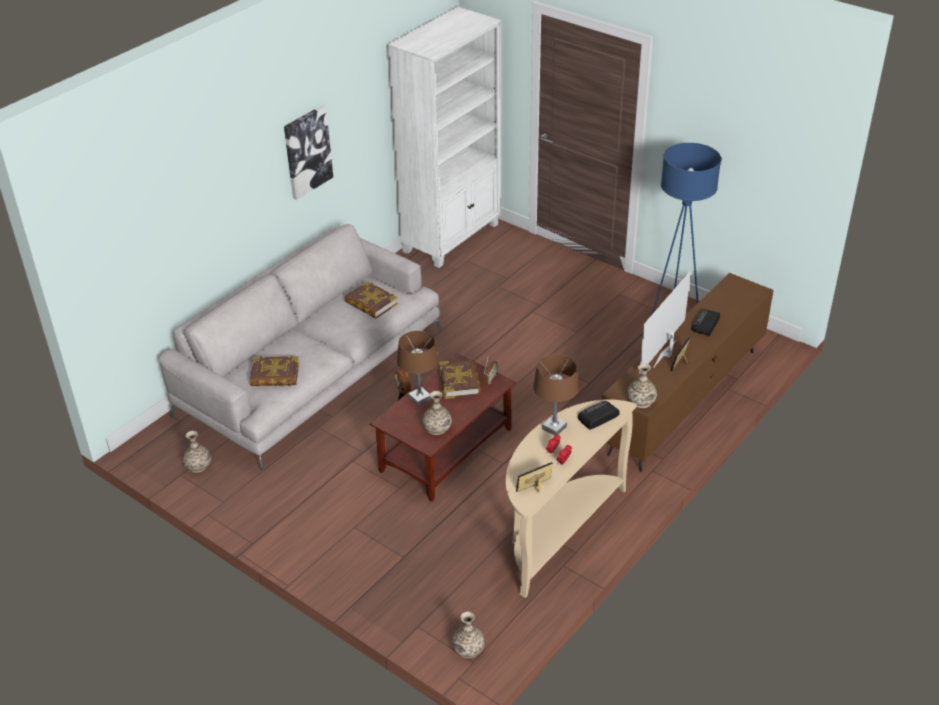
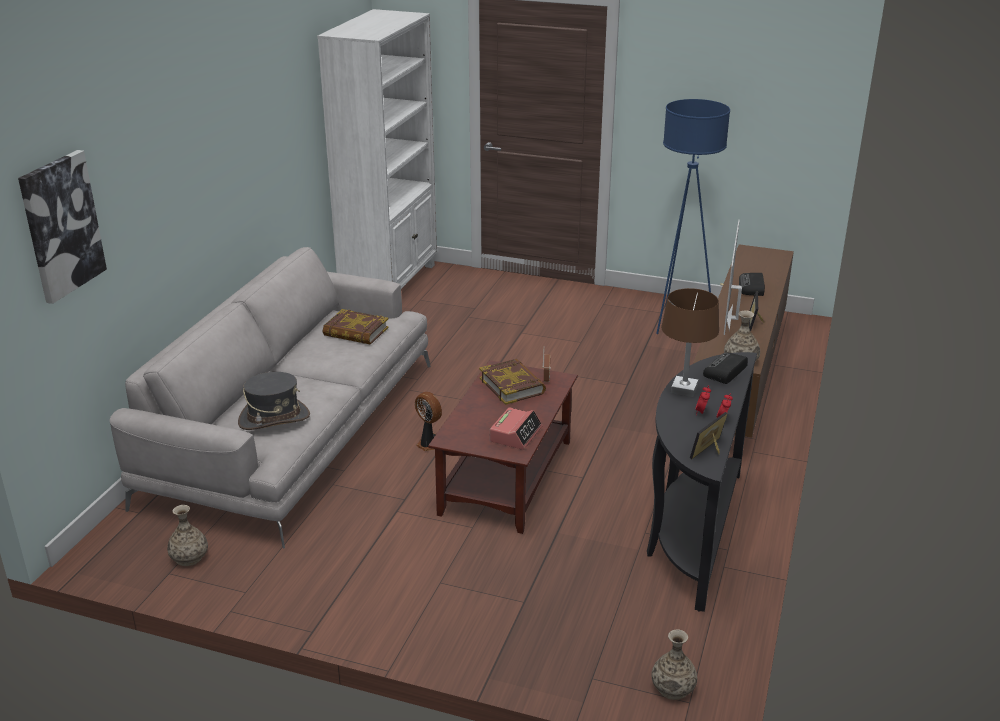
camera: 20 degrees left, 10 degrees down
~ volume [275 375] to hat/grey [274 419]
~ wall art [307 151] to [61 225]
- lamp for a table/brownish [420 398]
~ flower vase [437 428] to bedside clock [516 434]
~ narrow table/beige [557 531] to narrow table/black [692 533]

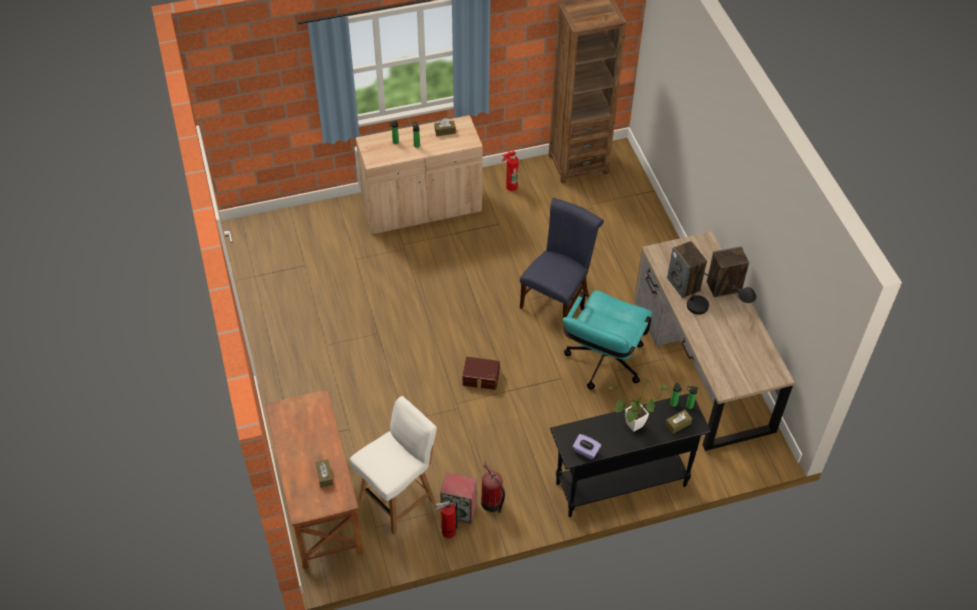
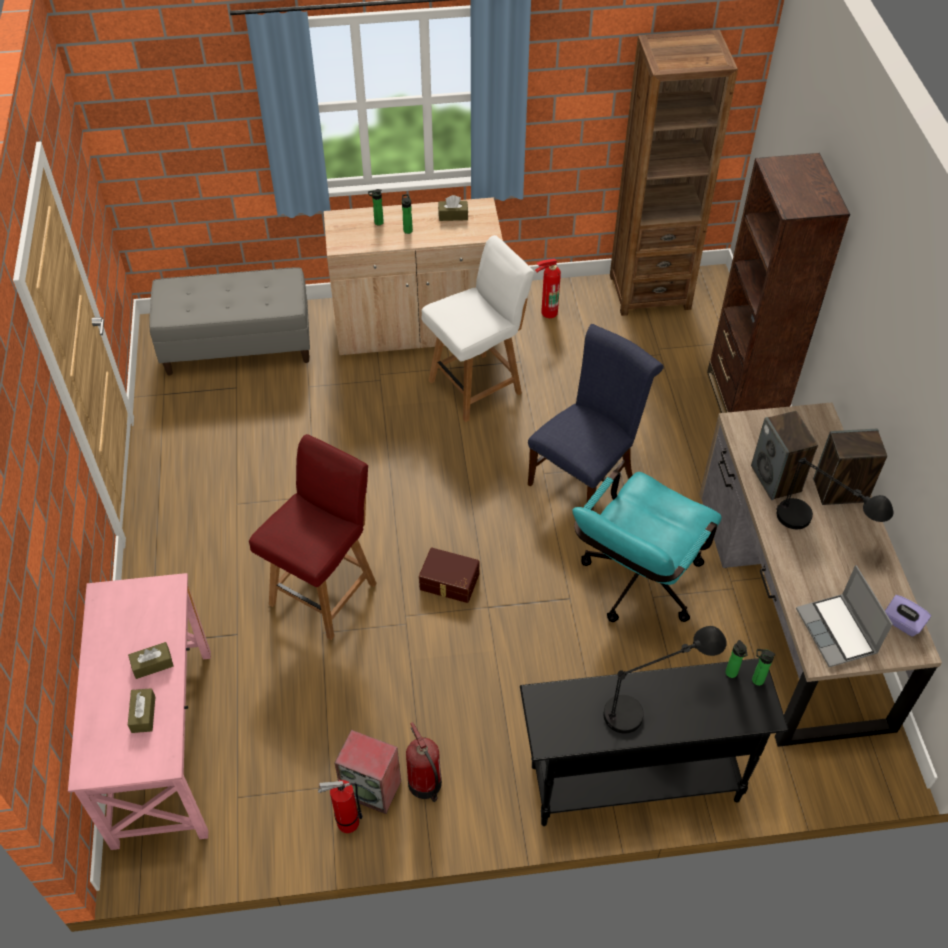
camera: 10 degrees right, 0 degrees up
~ desk unit/brownish [319 503] to desk unit/pink [162 745]
~ upright chair/whitish [398 499] to [477 386]
~ tissue holder/purple [586 451] to [902 623]
~ houseplant [631 426] to lamp for a table/black [654 702]
~ tissue holder/brownish [678 424] to [152 664]
+ bench/grey [238 346]
+ upright chair/red [325 592]
+ bookshelf/brownish [744 399]
+ notebook computer [837 632]

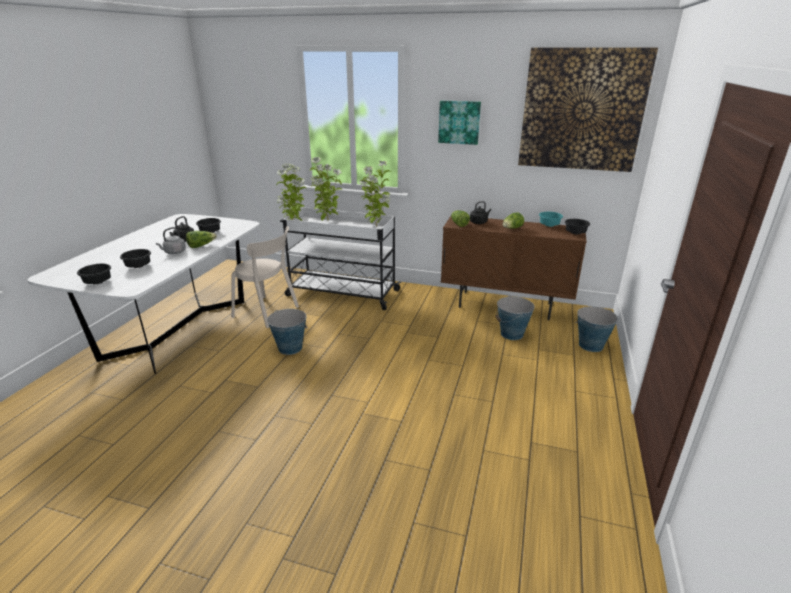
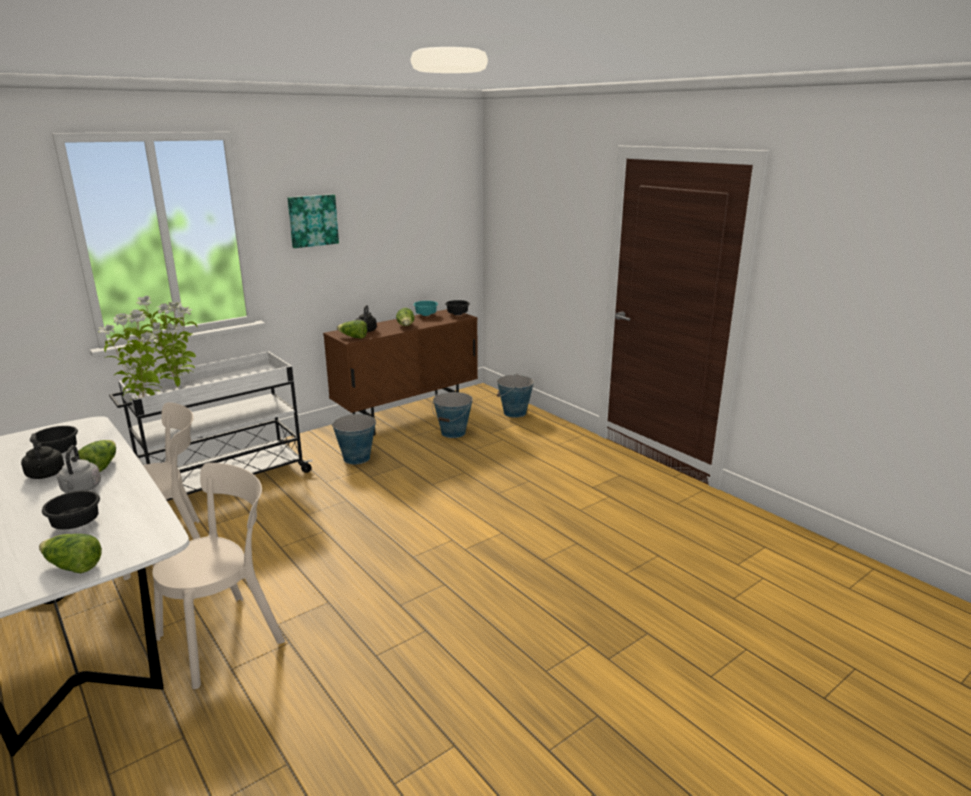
camera: 55 degrees left, 5 degrees down
~ bowl/black [97 283] to lettuce [73 566]
~ water bucket [290 348] to [356 458]
- houseplant [375 226]
- wall art [582 110]
+ upright chair/beige [226 636]

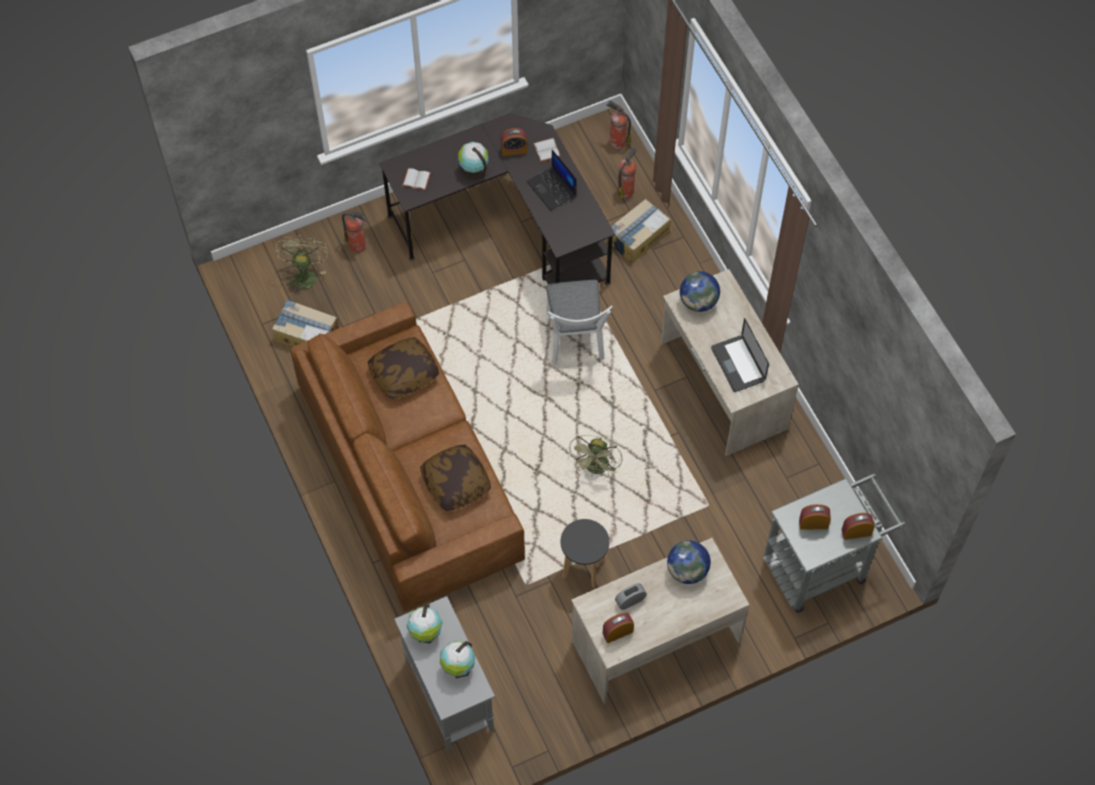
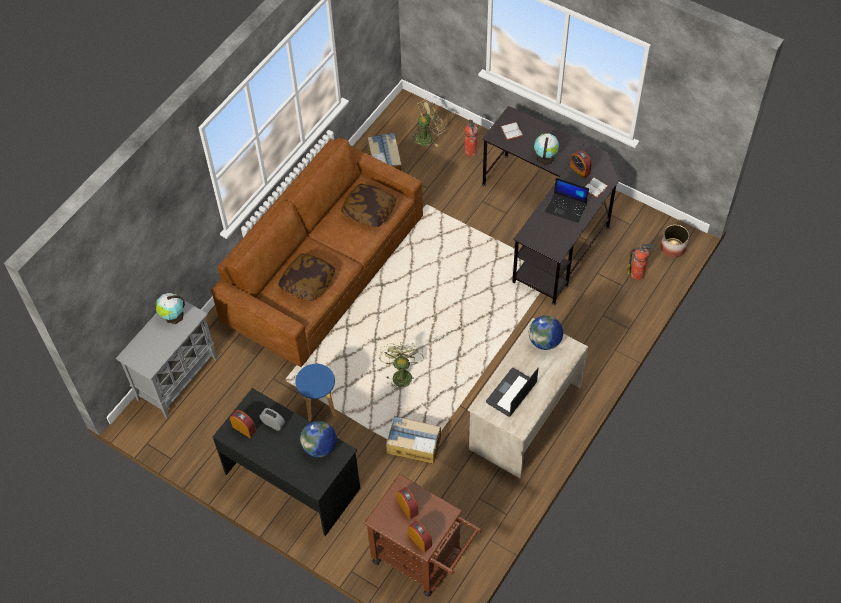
camera: 60 degrees right, 5 degrees down
- desk globe [458 667]
~ notebook computer [552 189] = [566 207] 90 degrees counterclockwise
- upright chair/whitish [575 341]
~ stool seat/black [583 568] to stool seat/blue-coloured [320 407]
~ fan/green-coloured [596 469] = [401 374] 105 degrees clockwise
~ desk unit/beige [655 639] to desk unit/black [293 480]
~ fire extinguisher [617 142] to plant pot [673 247]
~ carton [637 237] to [413 444]
~ cart/grey [822 565] to cart/brownish [423 560]

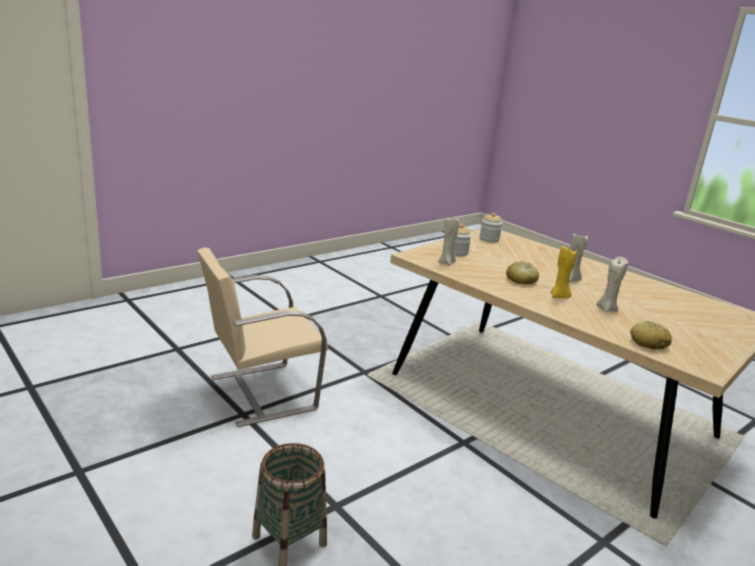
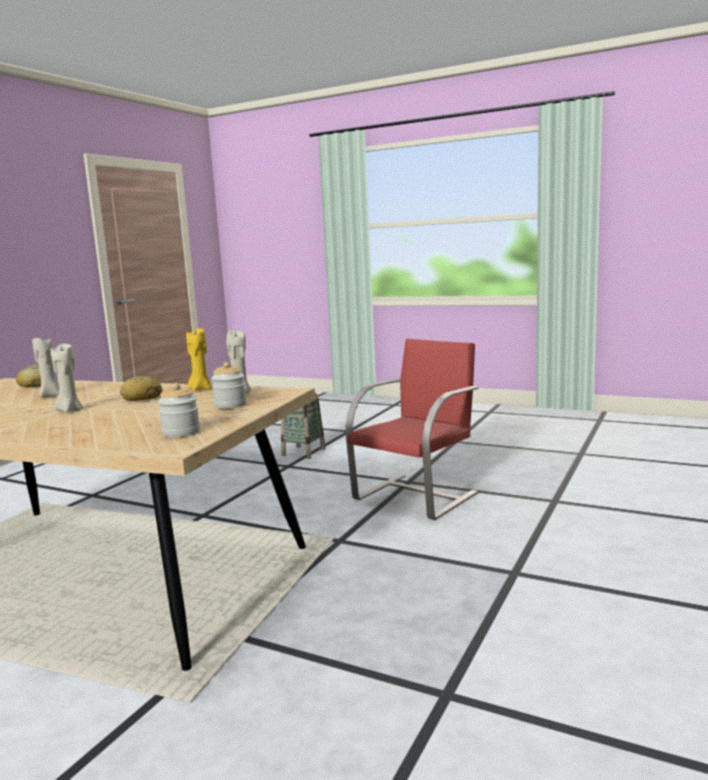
camera: 160 degrees right, 10 degrees down
~ upright chair/beige [260 392] to upright chair/red [417 495]
~ wax light/yellowish [559 296] to [200 389]

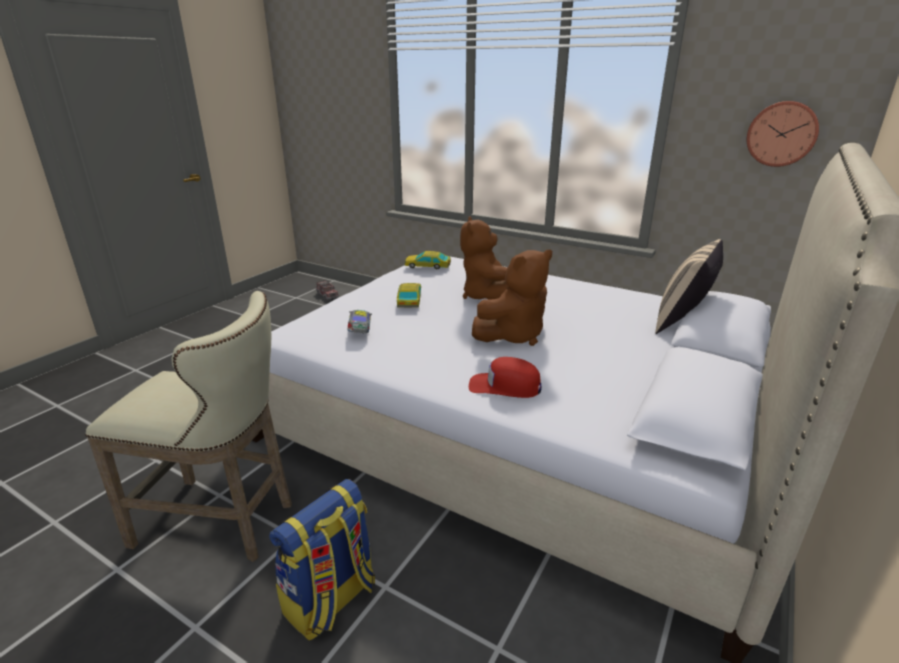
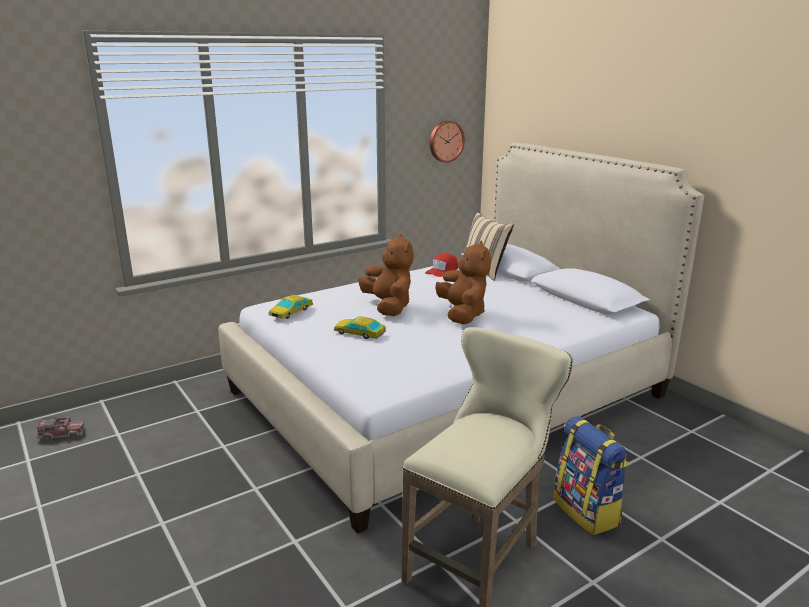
camera: 65 degrees left, 5 degrees down
- miniature car [360 330]
~ cuddly toy/brownish [487 297] = [388 307] 135 degrees counterclockwise
~ cap/red [504 386] to [442 271]

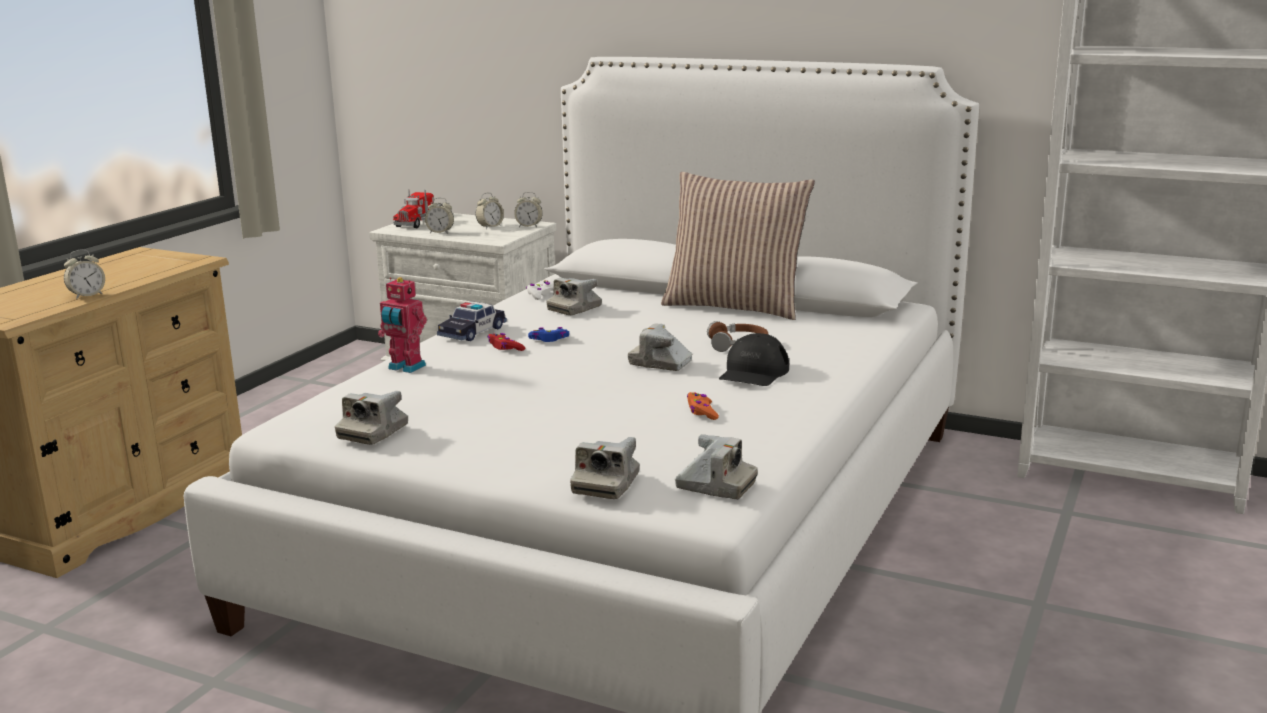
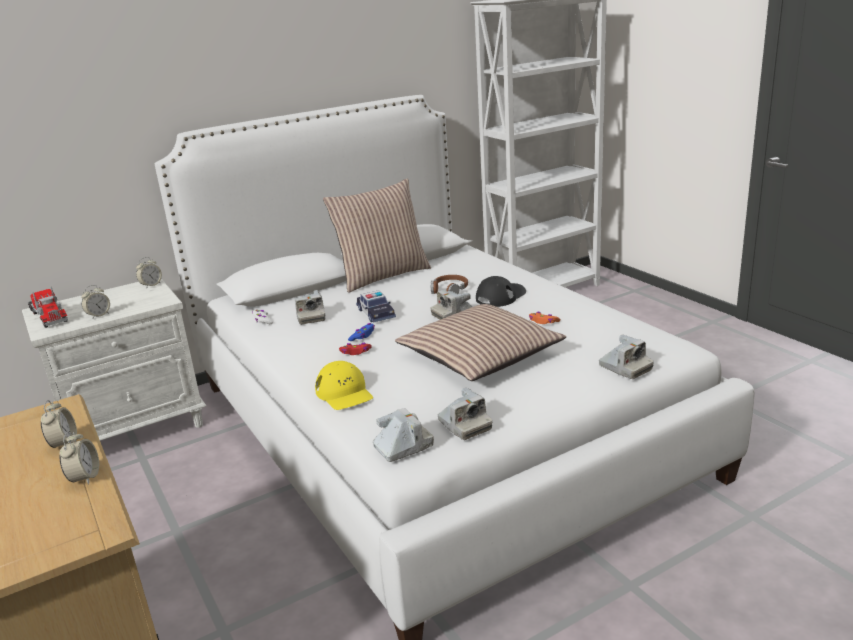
camera: 55 degrees left, 5 degrees up
~ robot figure [405 368] to cap/yellowish [344 393]
~ miniature car [472 332] to [376 313]
~ bedside clock [490 227] to [64 443]
~ still camera [715 485] to [403 447]
~ cap/black [753 373] = [500 296] 105 degrees counterclockwise
+ throw pillow [479 356]

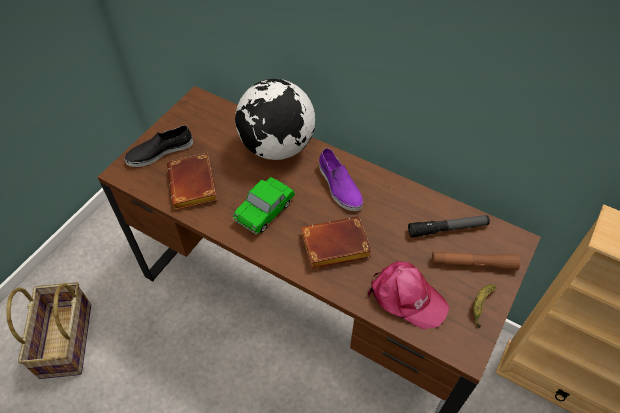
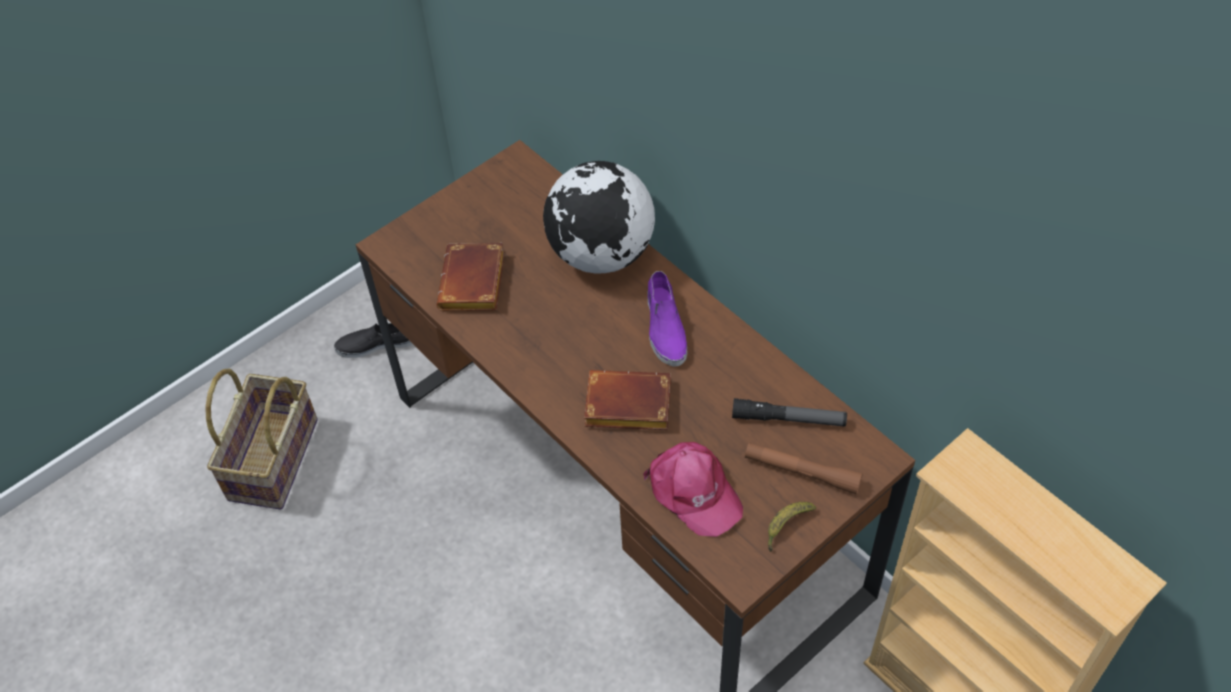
camera: 20 degrees right, 0 degrees up
~ low shoe/black [160 151] to [376 344]
- miniature car [265 211]

